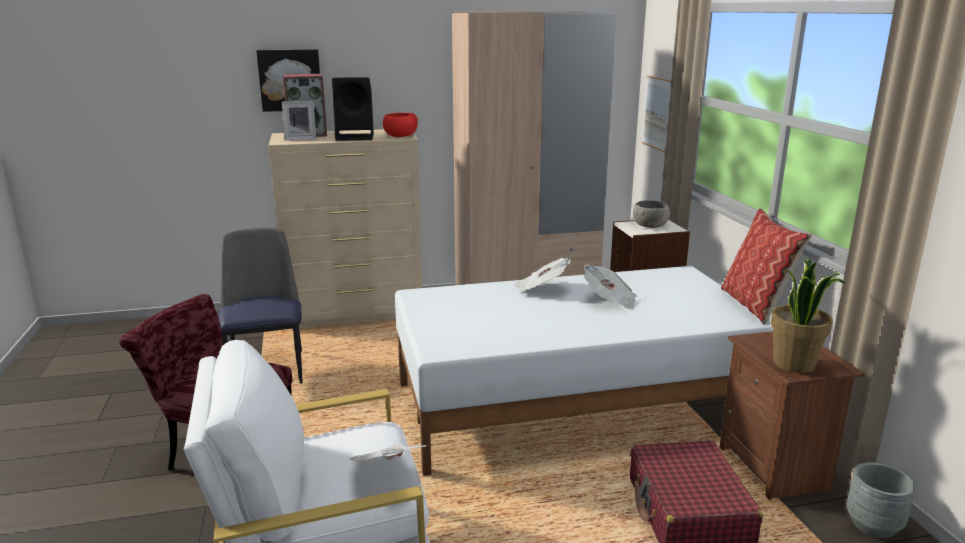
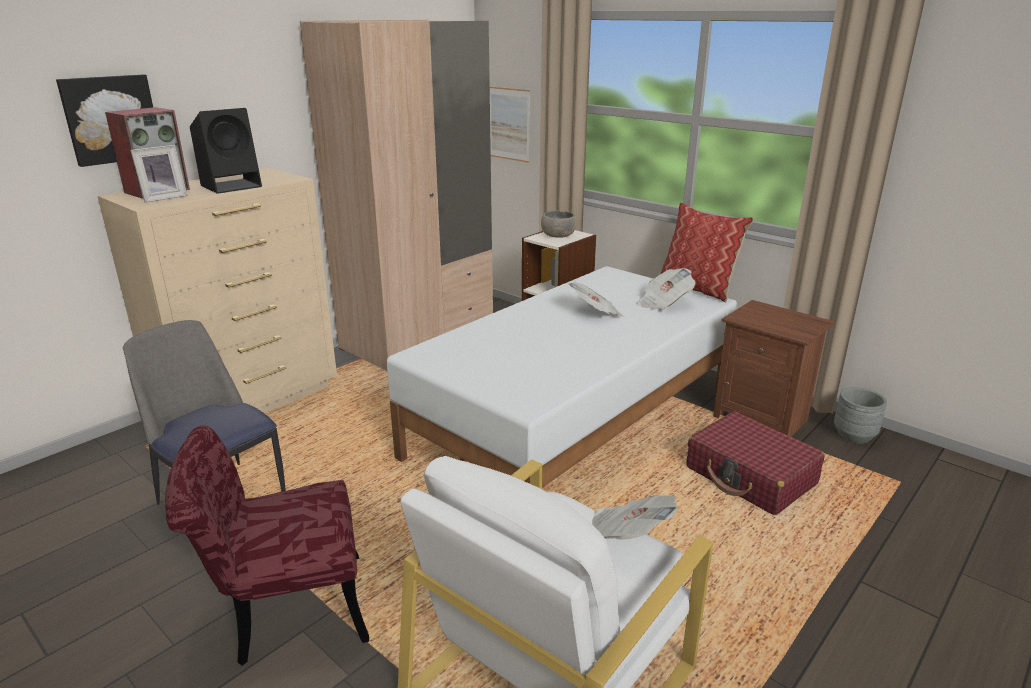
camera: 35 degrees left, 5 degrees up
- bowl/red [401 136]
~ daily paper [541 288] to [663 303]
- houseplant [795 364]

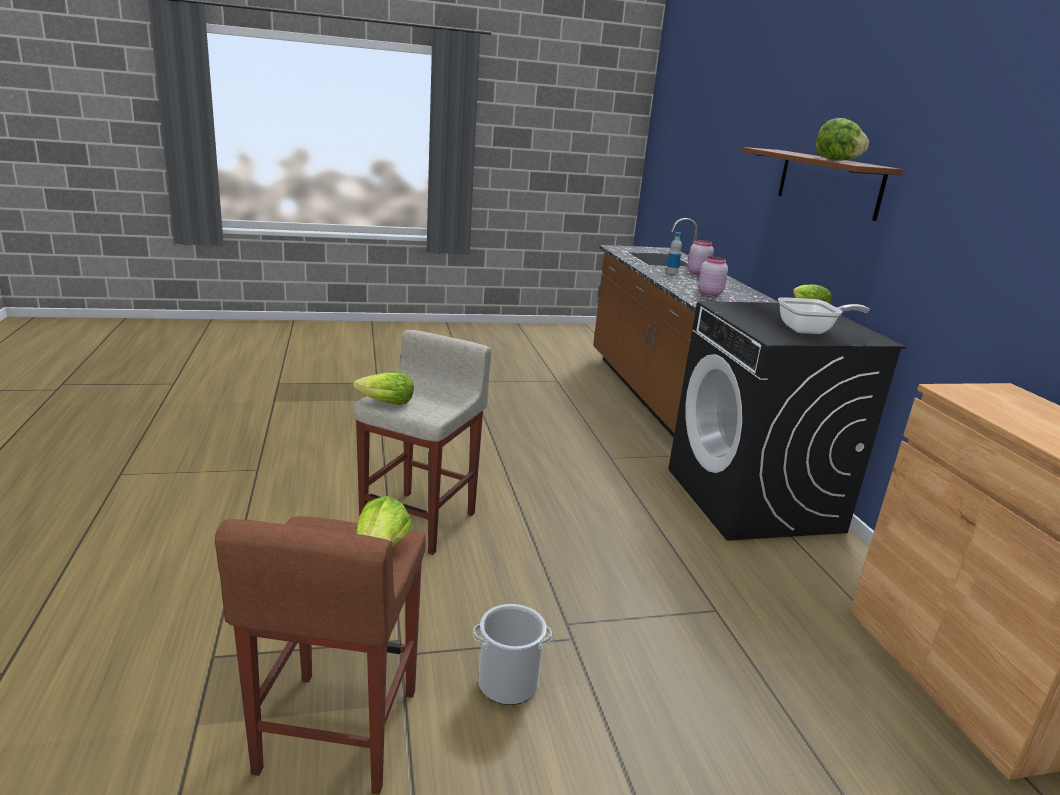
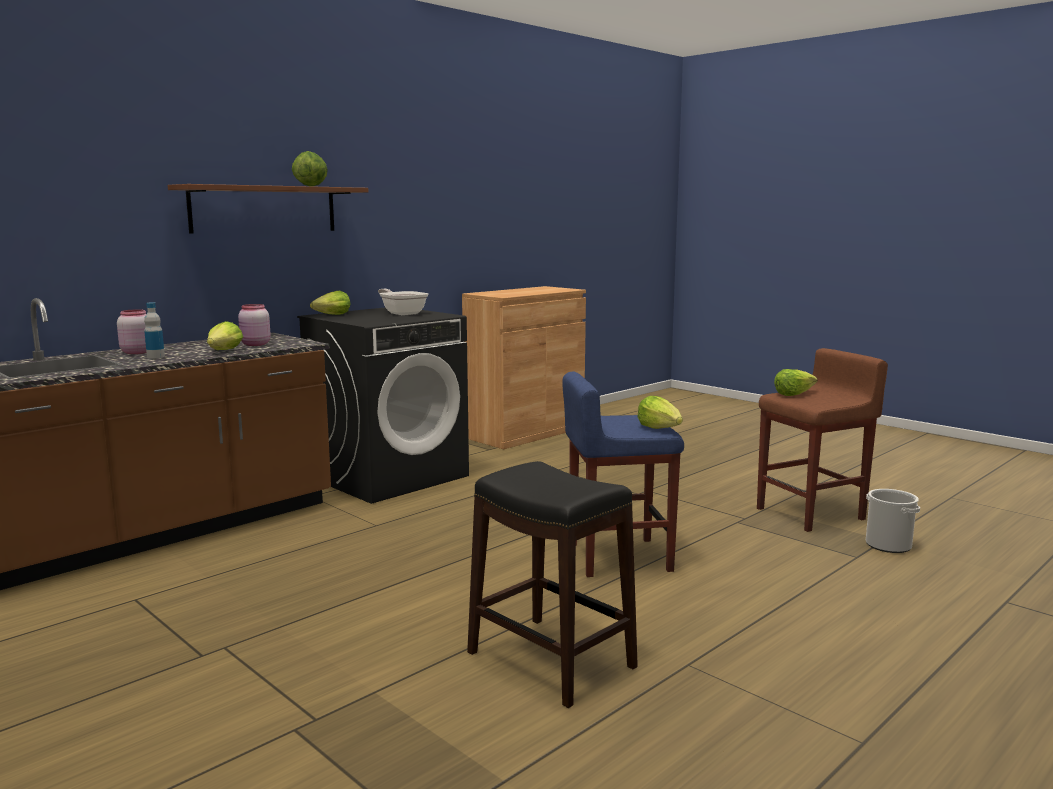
camera: 120 degrees left, 10 degrees down
~ stool seat/beige [420 520] to stool seat/blue-coloured [617 557]
~ water bucket [508 683] to [888 545]
+ lettuce [224 351]
+ stool seat/black [550 660]

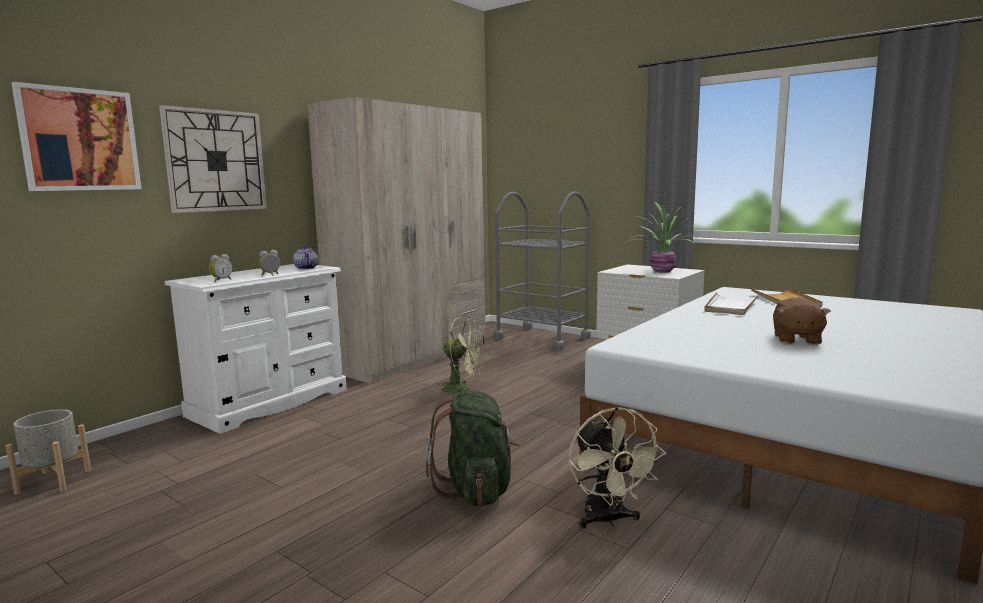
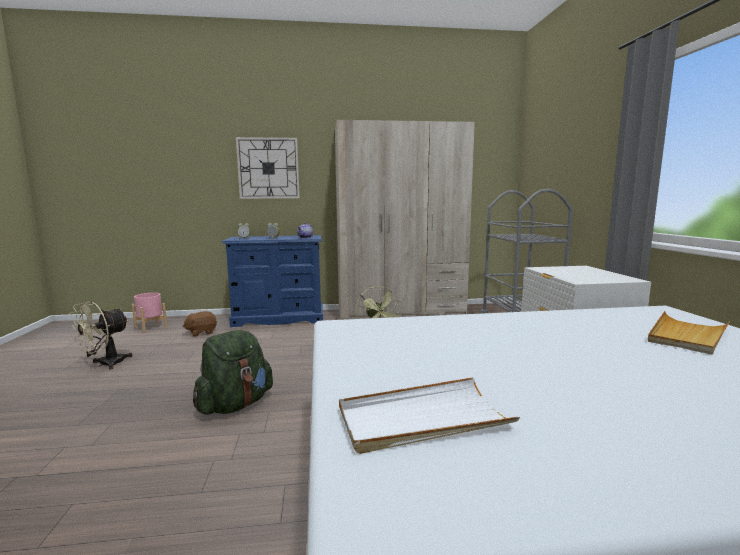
camera: 45 degrees right, 0 degrees up
~ plant pot/grey [53 481] to plant pot/pink [150 327]
- wall art [79 140]
~ chest of drawers/whitish [270 402] to chest of drawers/blue-coloured [279 318]
~ fan/beige [607 520] to [105 364]
- houseplant [662 271]
~ serving tray/whitish [730 306] to [422 419]
~ cuddly toy/brownish [796 339] to [201 332]

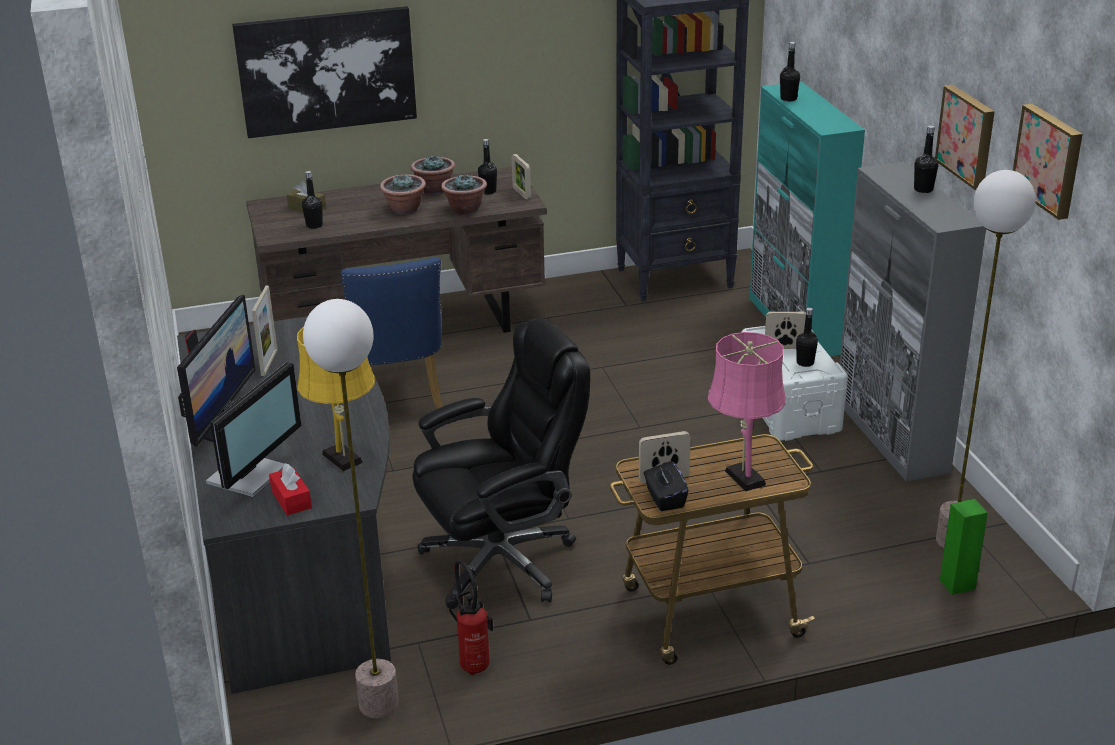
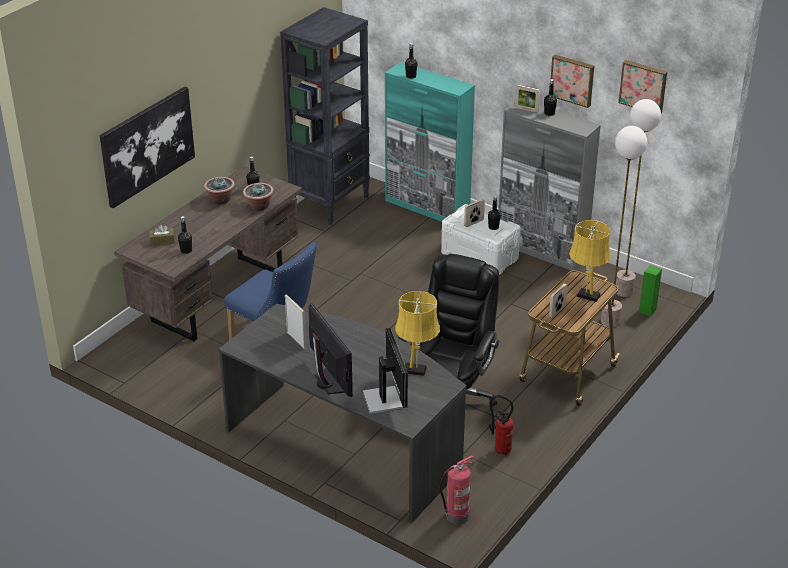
camera: 40 degrees left, 5 degrees up
- tissue holder/red [291 499]
~ floor lamp [378 704] to [610 321]
- houseplant [405 210]
~ picture frame [521 193] to [526 109]
- tissue holder/black [664 499]
~ lamp for a table/pink [743 475] to lamp for a table/yellowish [586 295]
+ fire extinguisher [456 516]

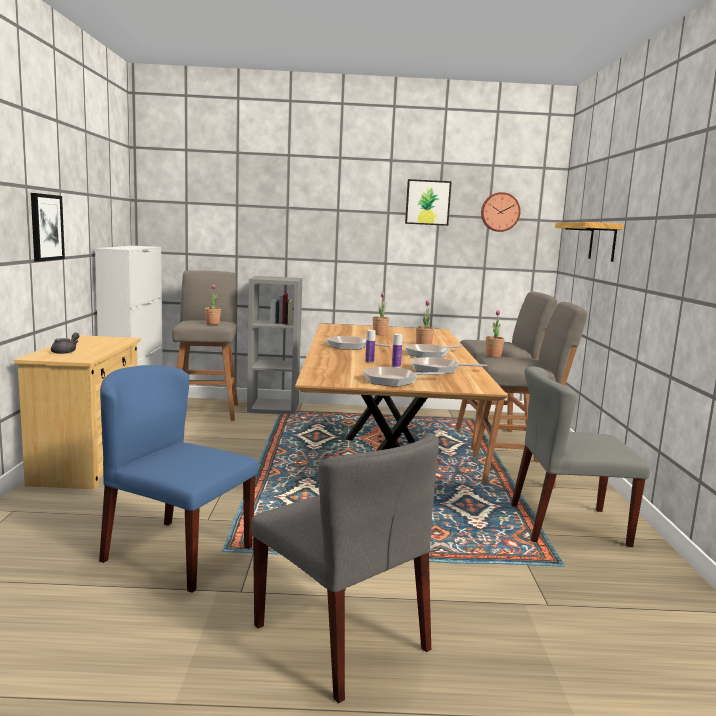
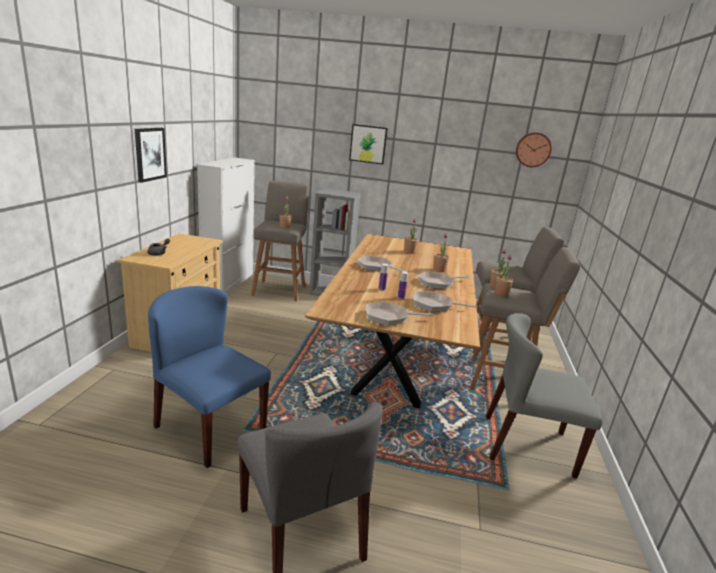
camera: 10 degrees right, 10 degrees up
~ wall art [427 202] to [368 144]
- shelf [602 242]
+ houseplant [501 294]

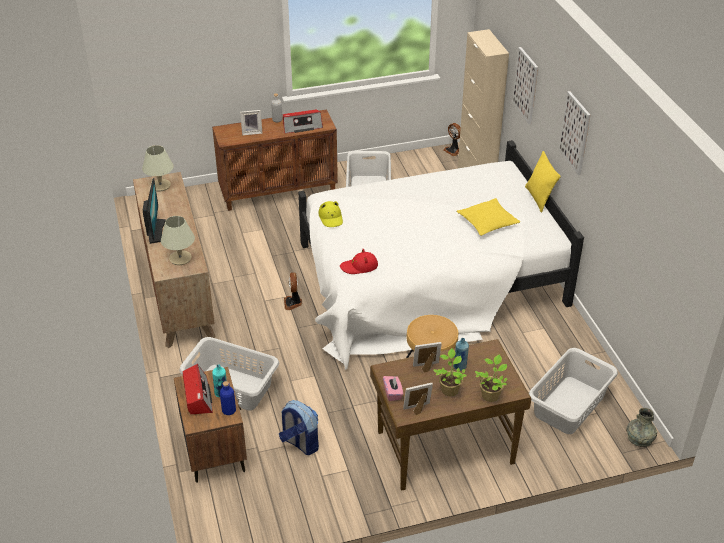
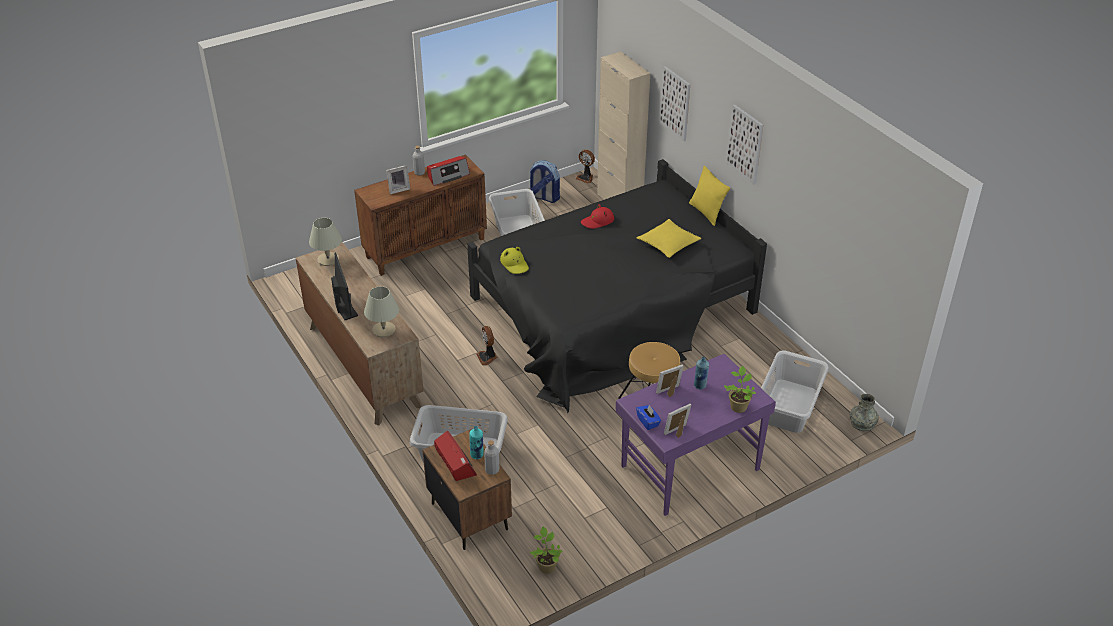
camera: 15 degrees left, 0 degrees up
~ beverage bottle/blue-coloured [229 410] to beverage bottle/grey [492 470]
~ knapsack [300 443] to [544 197]
~ bedroom bed/whitish [427 280] to bedroom bed/black [611 311]
~ hat/red [359 266] to [597 221]
~ desk unit/brownish [444 447] to desk unit/purple [688 467]
~ tissue holder/pink [392 393] to tissue holder/blue-coloured [648 422]
~ houseplant [449 389] to [546 566]

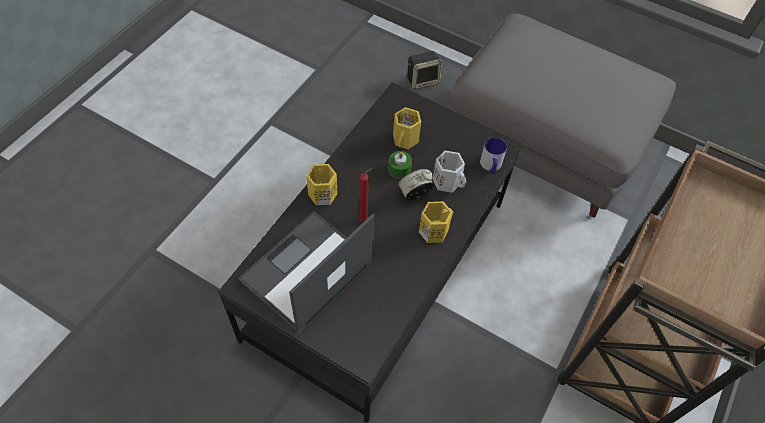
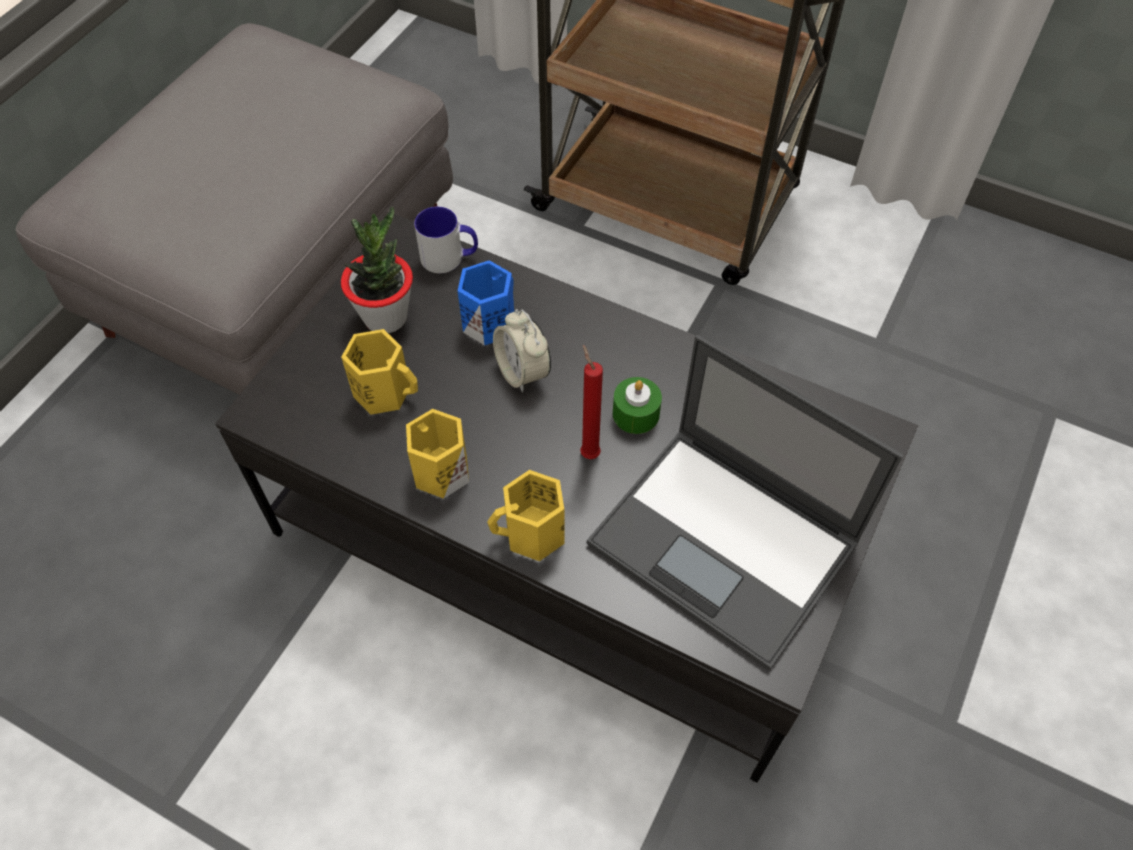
camera: 90 degrees left, 0 degrees up
~ wax light/green-coloured [399 169] to [636 414]
- speaker [423 80]
~ coffee mug/yellowish [434 230] to [438 471]
~ coffee mug/whitish [448 181] to coffee mug/blue-coloured [489 321]
+ houseplant [385 317]

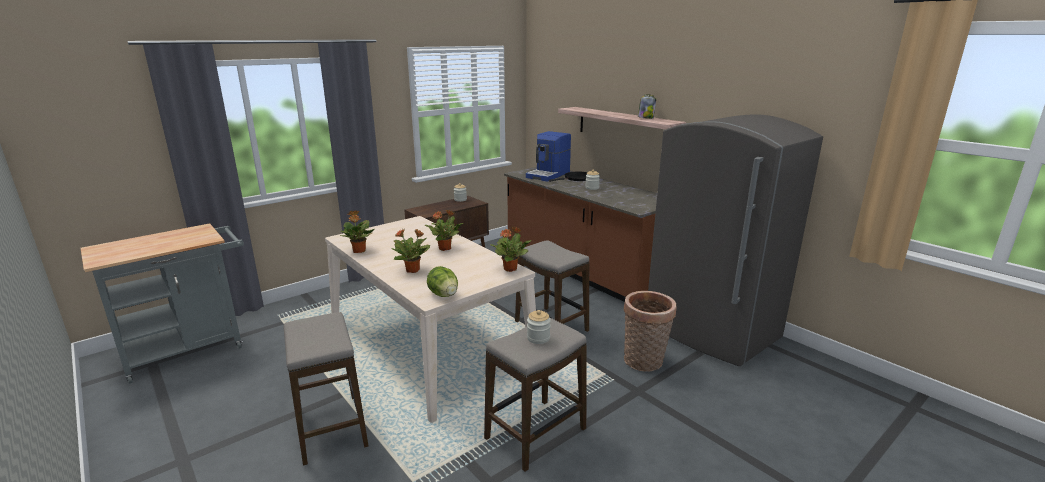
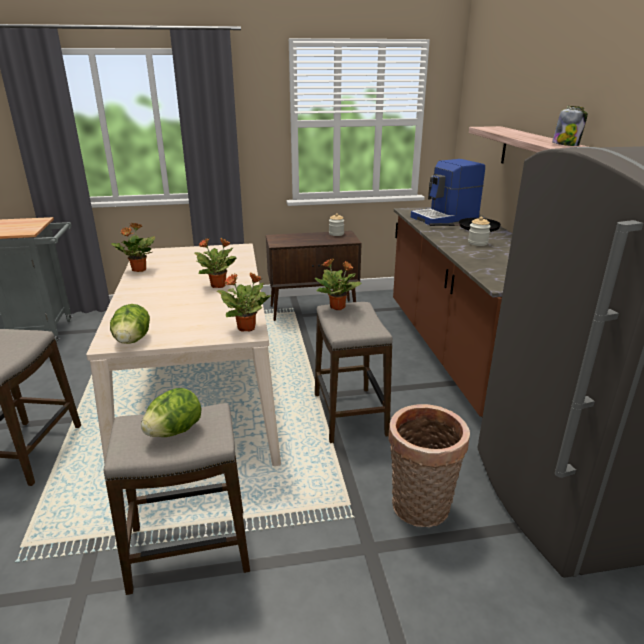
camera: 30 degrees right, 5 degrees up
~ houseplant [413 270] to [338 307]
~ jar [538 338] to lettuce [174 431]

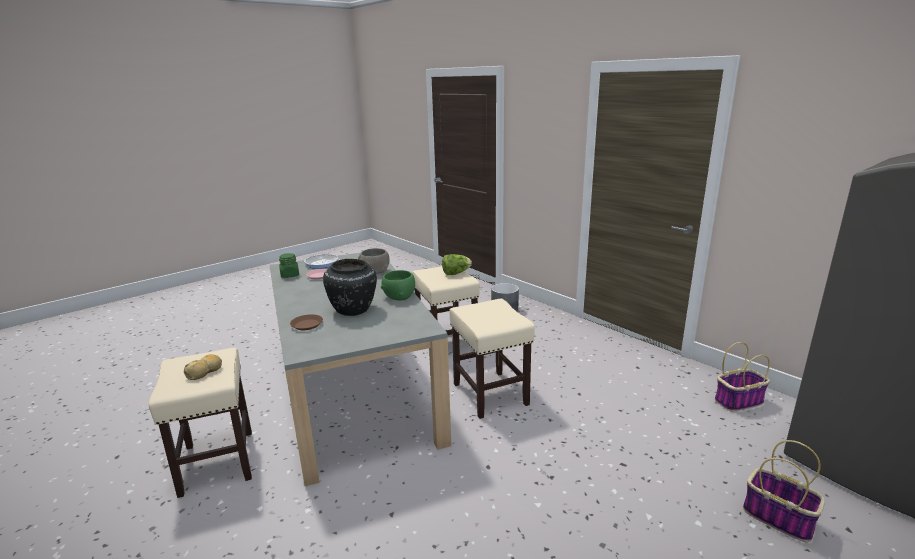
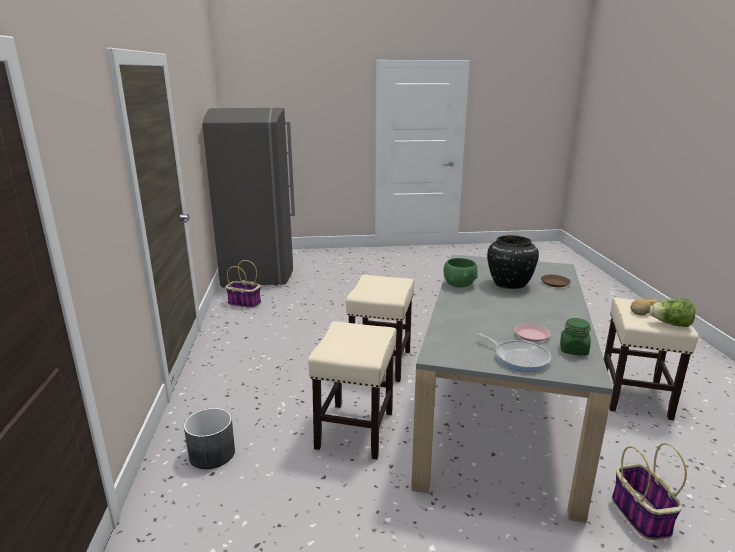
camera: 145 degrees left, 0 degrees up
- bowl/grey [375 271]
~ lettuce [456 273] to [670 324]
~ basket [779 518] to [639 514]

